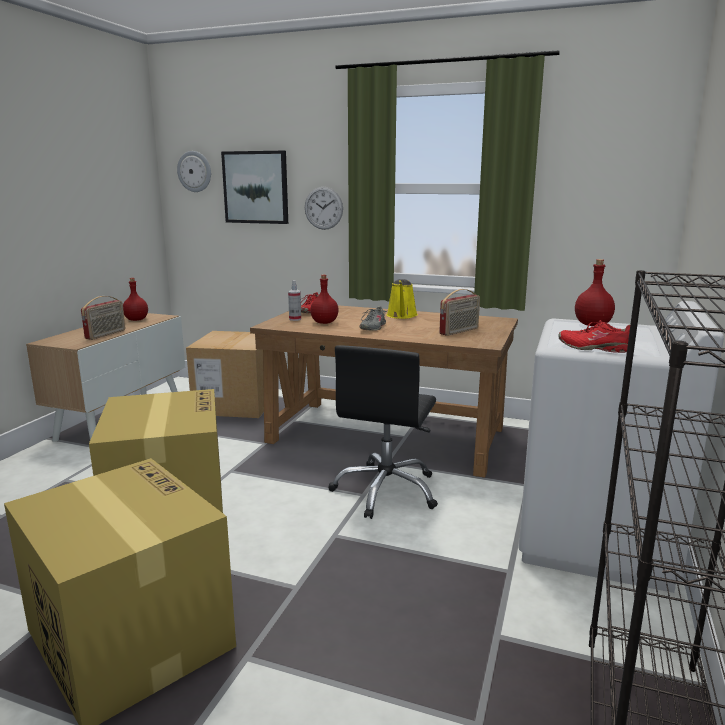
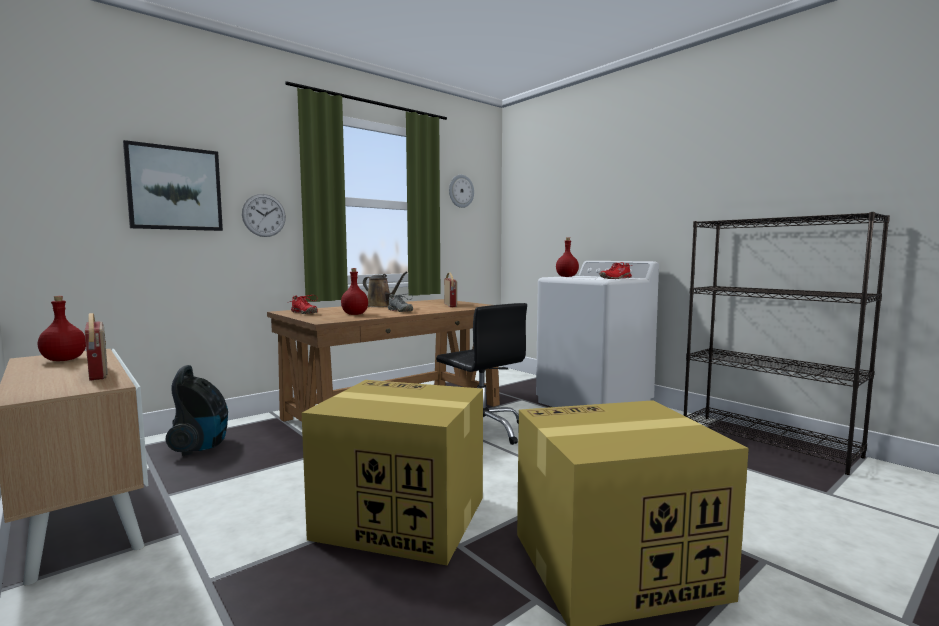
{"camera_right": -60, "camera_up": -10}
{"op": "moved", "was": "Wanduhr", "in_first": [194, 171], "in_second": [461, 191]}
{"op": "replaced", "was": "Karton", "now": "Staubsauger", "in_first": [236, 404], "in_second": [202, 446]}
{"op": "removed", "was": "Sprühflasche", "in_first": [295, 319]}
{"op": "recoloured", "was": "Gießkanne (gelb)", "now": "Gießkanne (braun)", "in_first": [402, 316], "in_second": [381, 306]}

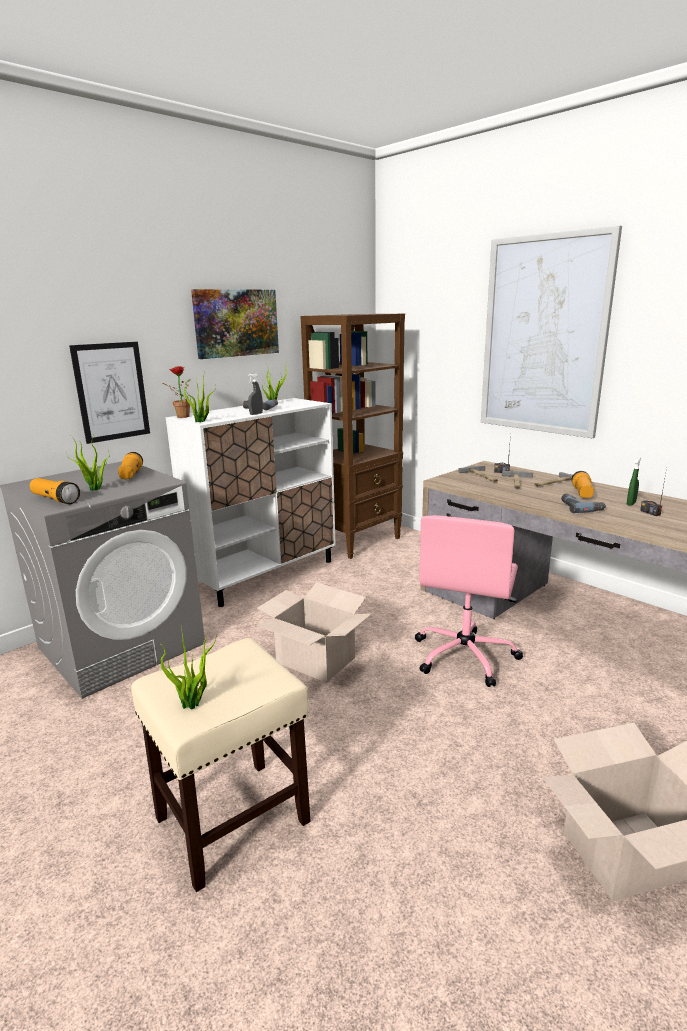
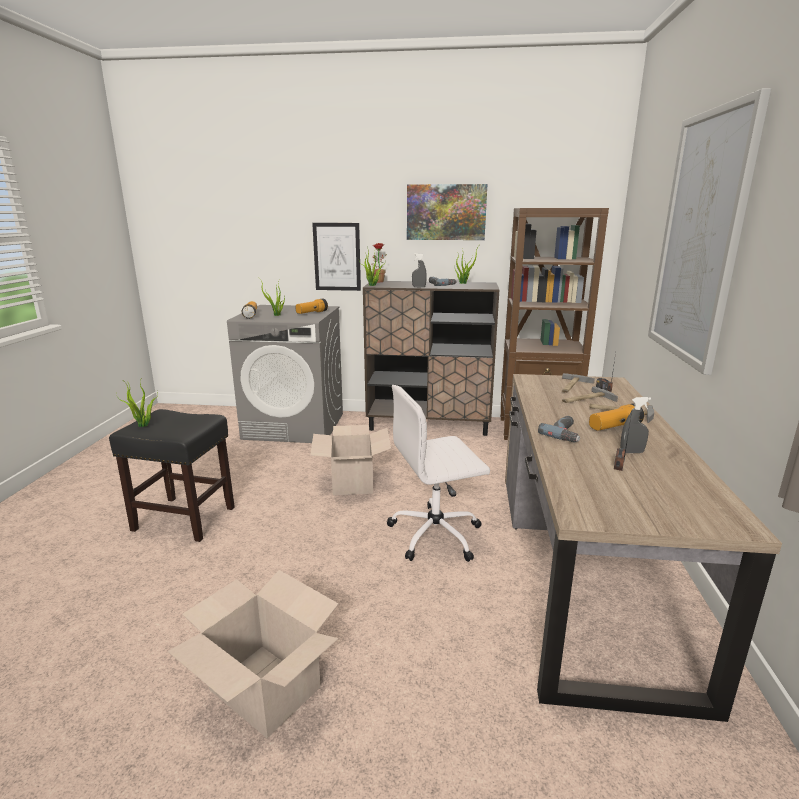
{"camera_right": 50, "camera_up": 0}
{"op": "recoloured", "was": "Hocker (beige)", "now": "Hocker (schwarz)", "in_first": [234, 819], "in_second": [185, 518]}
{"op": "recoloured", "was": "Schrank (weiß)", "now": "Schrank (braun)", "in_first": [265, 574], "in_second": [429, 424]}
{"op": "recoloured", "was": "Bürostuhl (rosa)", "now": "Bürostuhl (weiß)", "in_first": [465, 656], "in_second": [437, 534]}
{"op": "recoloured", "was": "Sprühflasche (grün)", "now": "Sprühflasche (grau)", "in_first": [631, 503], "in_second": [632, 452]}

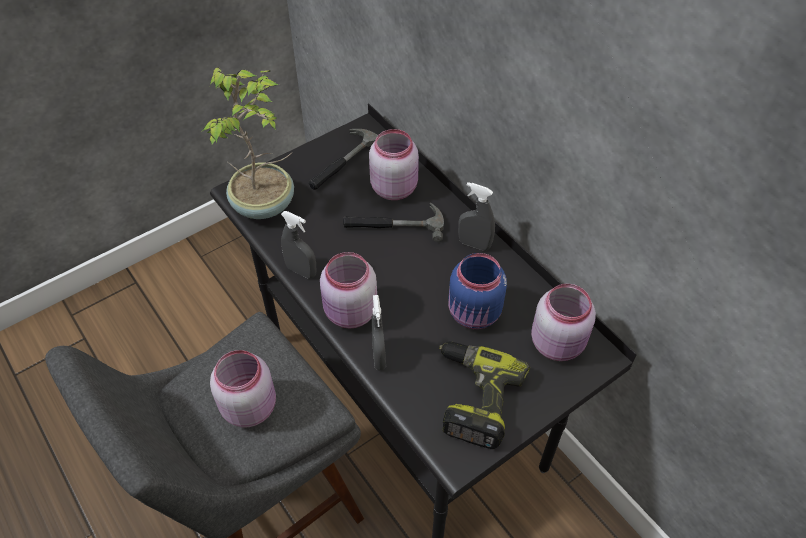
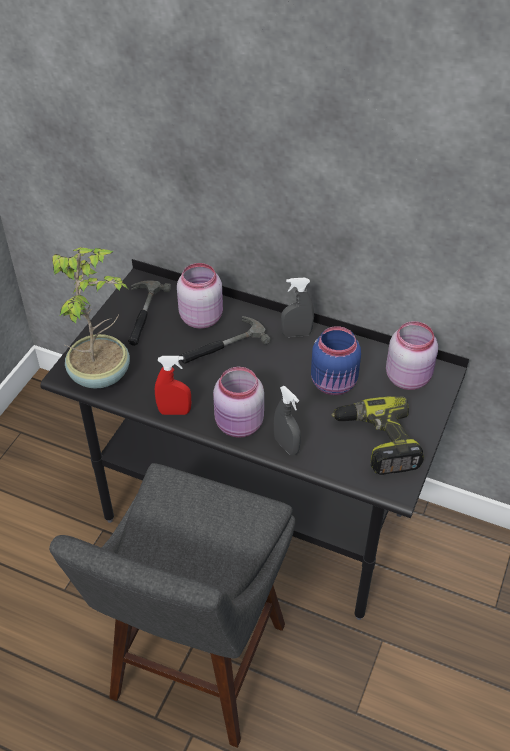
{"camera_right": -30, "camera_up": -5}
{"op": "removed", "was": "Vorratsglas (rosa)", "in_first": [250, 405]}
{"op": "recoloured", "was": "Sprühflasche (grau)", "now": "Sprühflasche (rot)", "in_first": [301, 271], "in_second": [174, 411]}

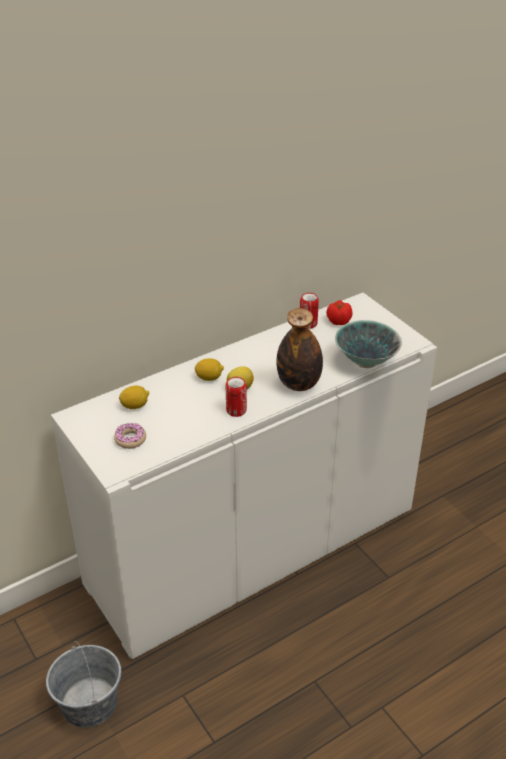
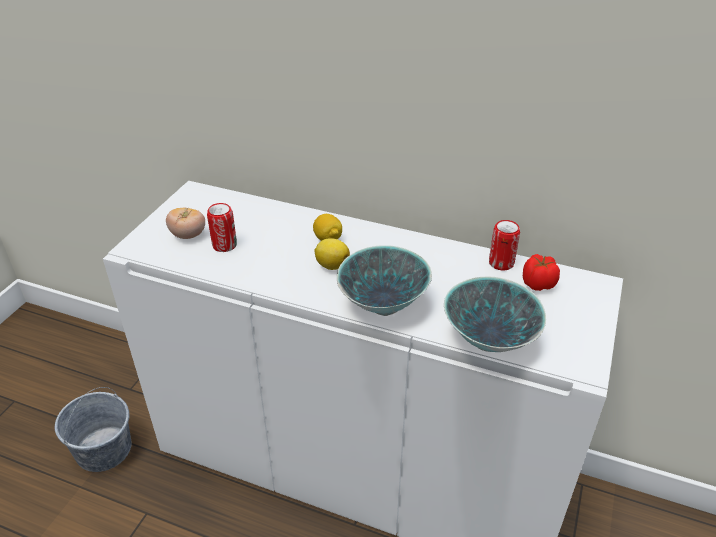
{"camera_right": 55, "camera_up": 0}
{"op": "replaced", "was": "Donut", "now": "Tomate", "in_first": [130, 439], "in_second": [188, 235]}
{"op": "removed", "was": "Zitrone", "in_first": [135, 405]}
{"op": "moved", "was": "Dose", "in_first": [236, 410], "in_second": [224, 245]}
{"op": "replaced", "was": "Flasche", "now": "Schüssel", "in_first": [298, 384], "in_second": [384, 304]}

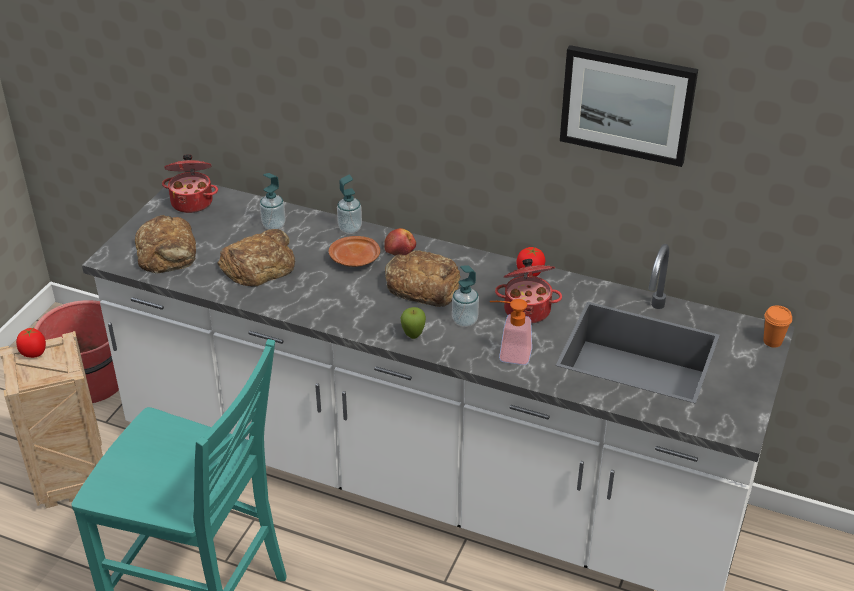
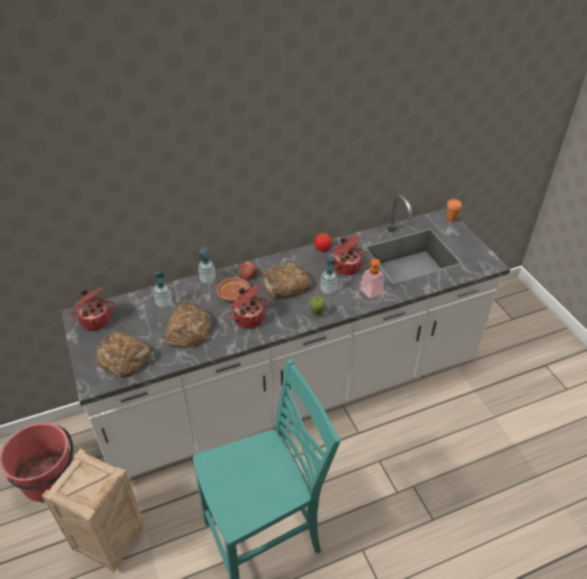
{"camera_right": -45, "camera_up": 5}
{"op": "removed", "was": "Tomate", "in_first": [34, 353]}
{"op": "removed", "was": "Bild", "in_first": [627, 104]}
{"op": "added", "now": "Kochtopf", "in_second": [248, 317]}

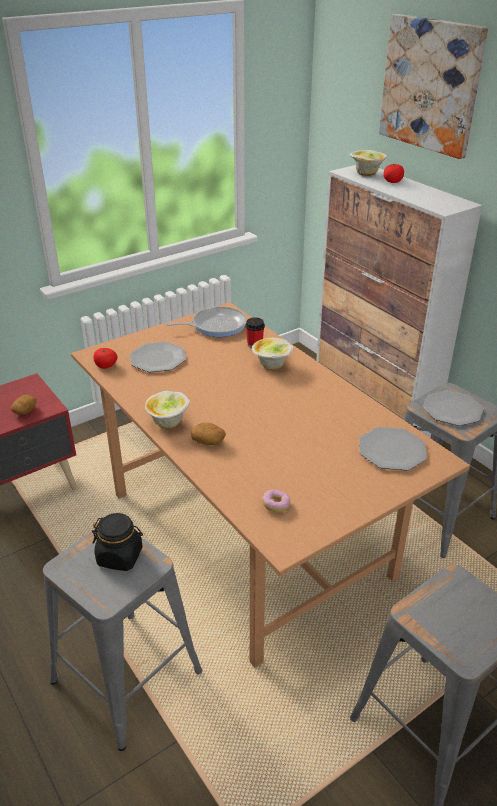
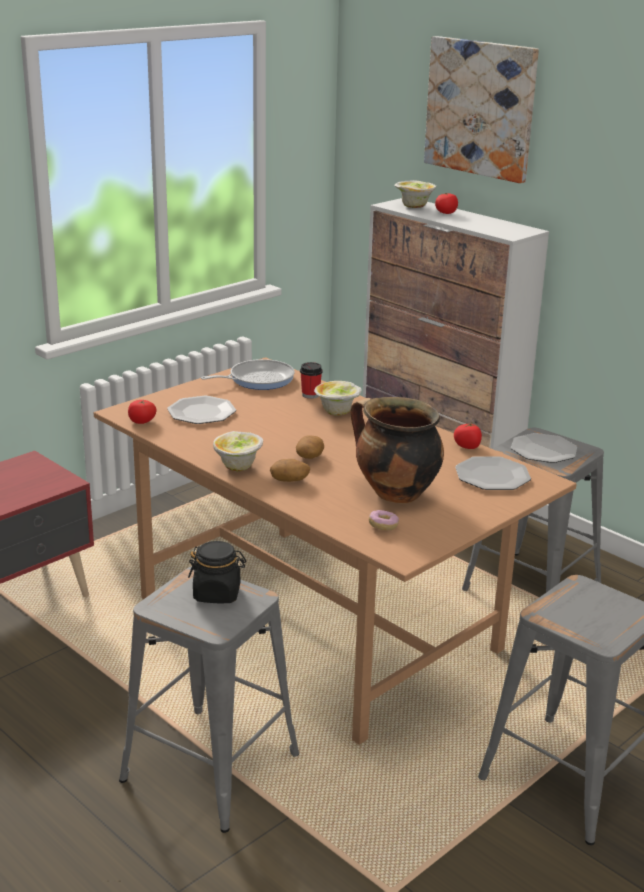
{"camera_right": -10, "camera_up": -10}
{"op": "moved", "was": "Kartoffel", "in_first": [25, 411], "in_second": [309, 456]}
{"op": "added", "now": "Kochtopf", "in_second": [394, 493]}
{"op": "added", "now": "Tomate", "in_second": [467, 446]}

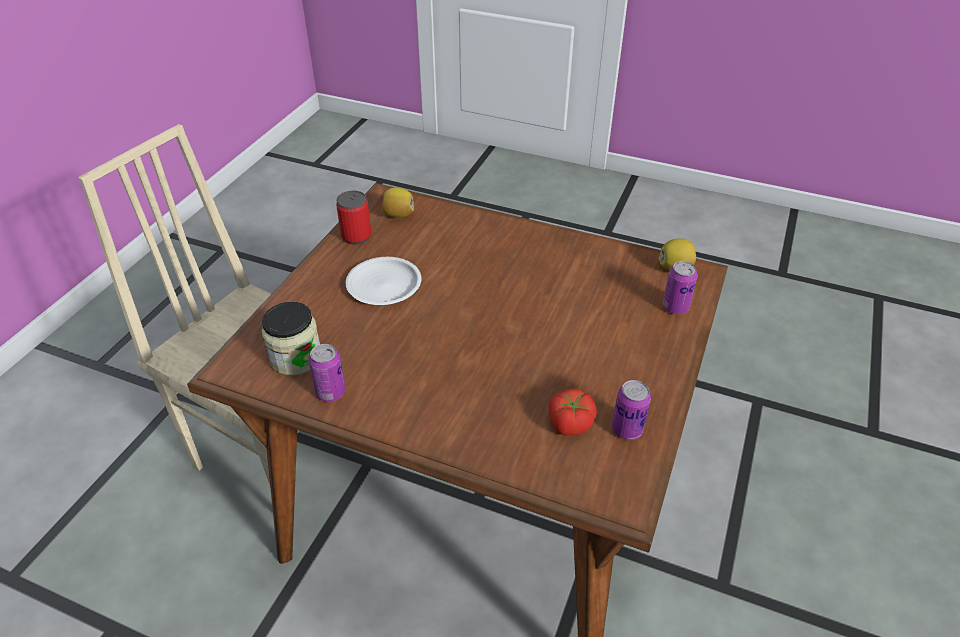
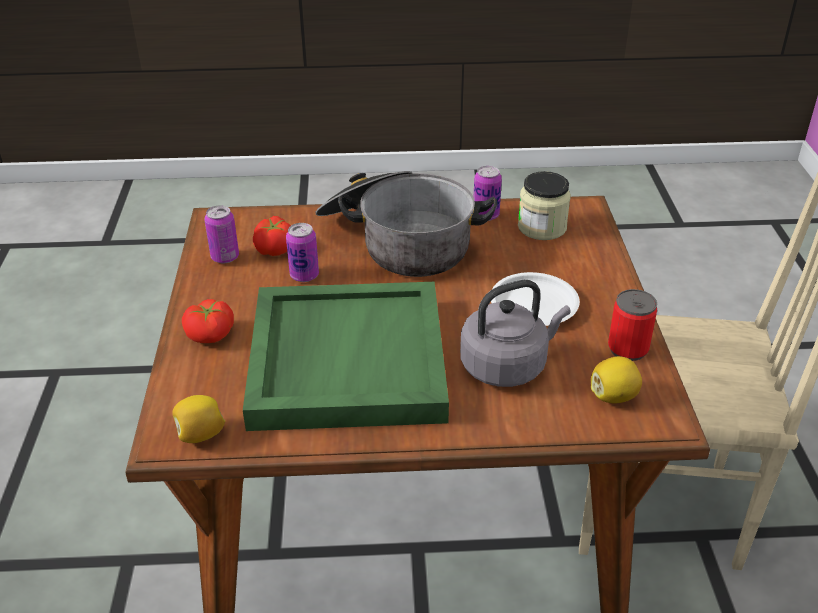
{"camera_right": 155, "camera_up": -5}
{"op": "moved", "was": "Dose", "in_first": [675, 307], "in_second": [304, 275]}
{"op": "added", "now": "Tomate", "in_second": [211, 335]}
{"op": "added", "now": "Tablett (grün)", "in_second": [345, 359]}
{"op": "added", "now": "Kochtopf", "in_second": [398, 242]}
{"op": "added", "now": "Wasserkessel (grau)", "in_second": [507, 366]}

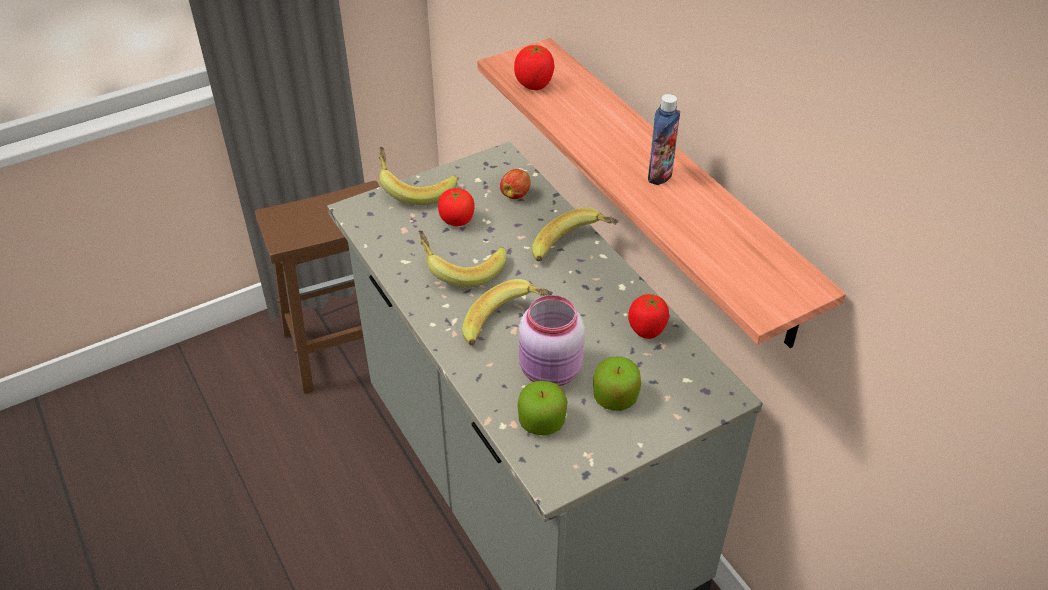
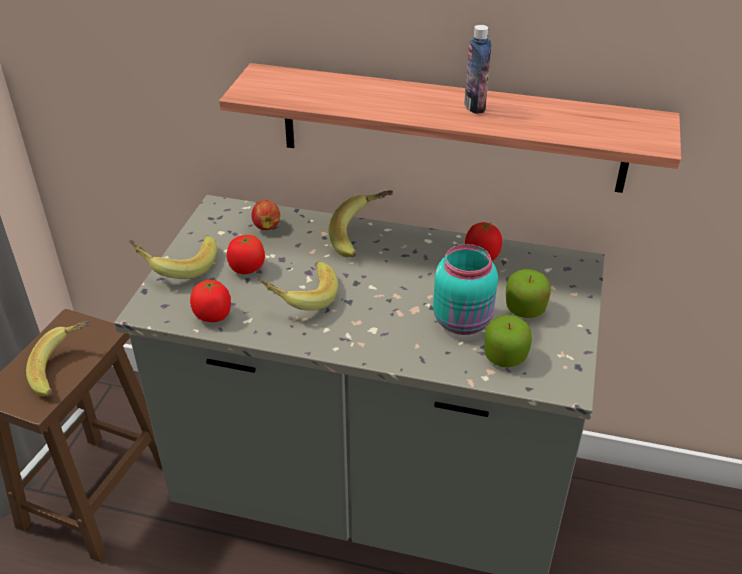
{"camera_right": -45, "camera_up": -5}
{"op": "moved", "was": "Banane", "in_first": [507, 326], "in_second": [65, 370]}
{"op": "moved", "was": "Tomate", "in_first": [534, 84], "in_second": [213, 316]}
{"op": "recoloured", "was": "Vorratsglas (rosa)", "now": "Vorratsglas (türkis)", "in_first": [551, 372], "in_second": [464, 321]}

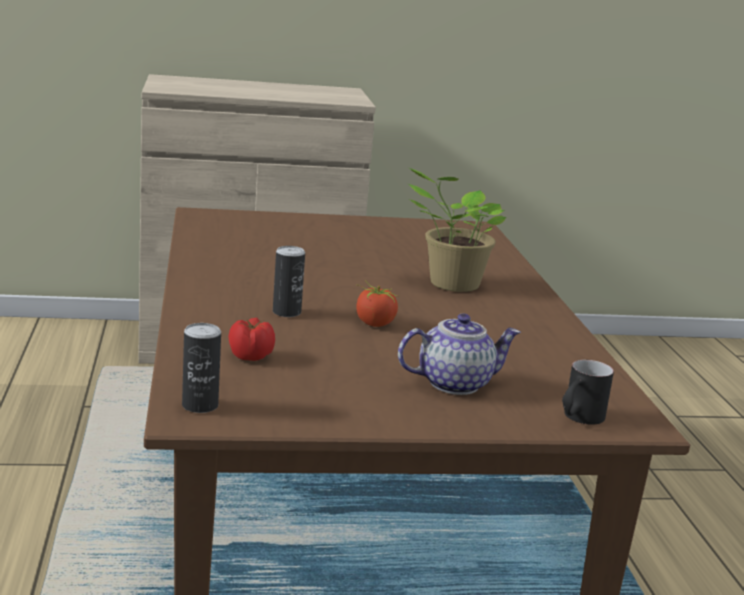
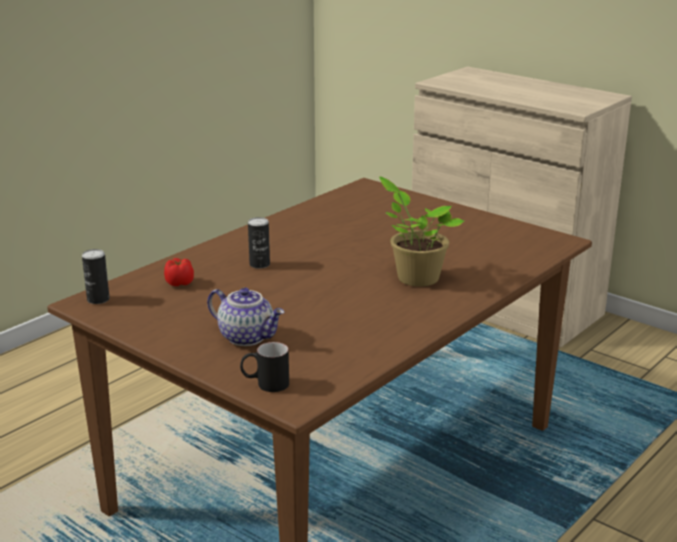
{"camera_right": 50, "camera_up": 5}
{"op": "removed", "was": "Tomate", "in_first": [374, 324]}

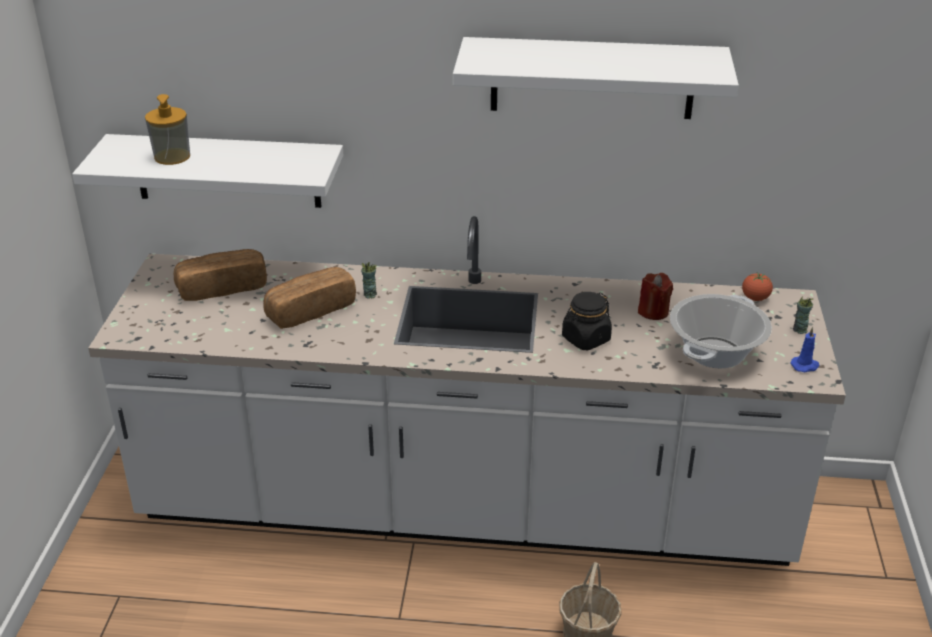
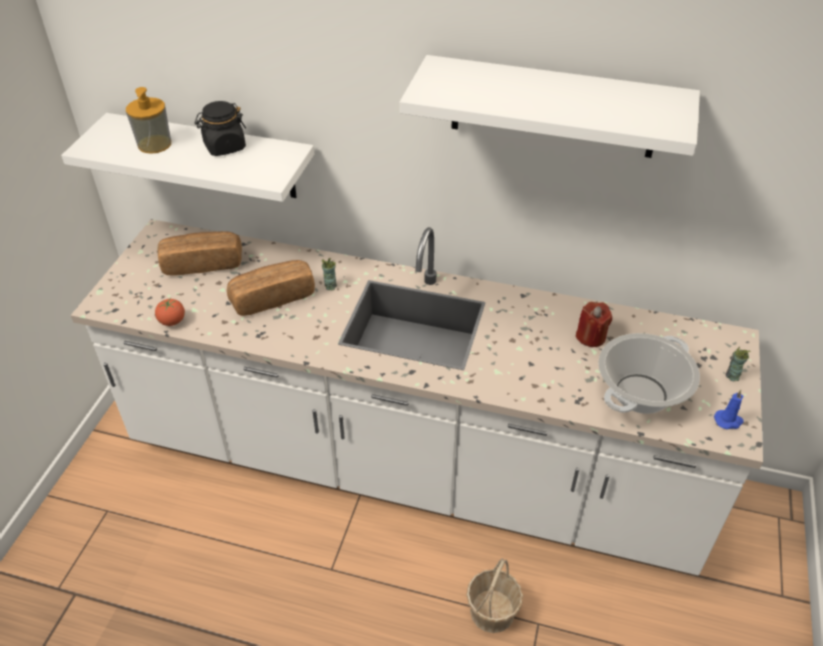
{"camera_right": 10, "camera_up": 10}
{"op": "moved", "was": "Vorratsglas (schwarz)", "in_first": [585, 339], "in_second": [224, 147]}
{"op": "moved", "was": "Tomate", "in_first": [755, 298], "in_second": [172, 321]}

